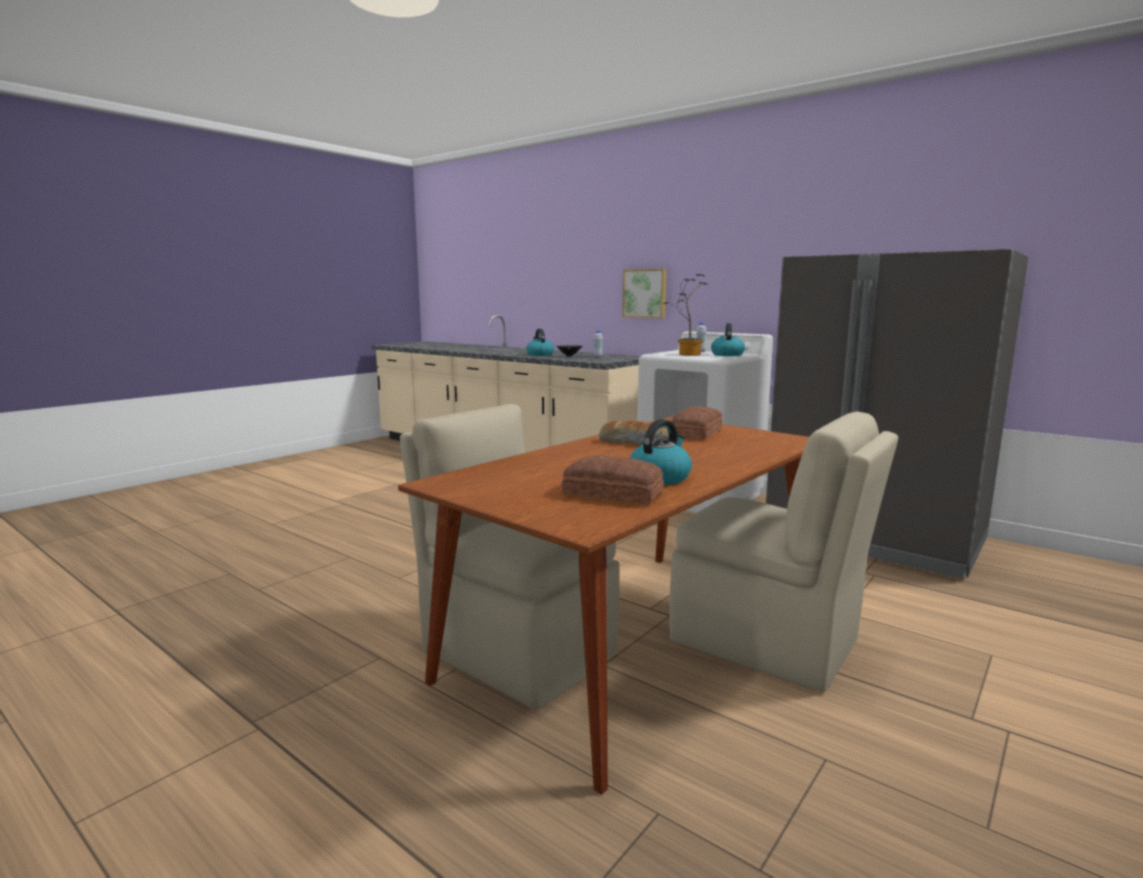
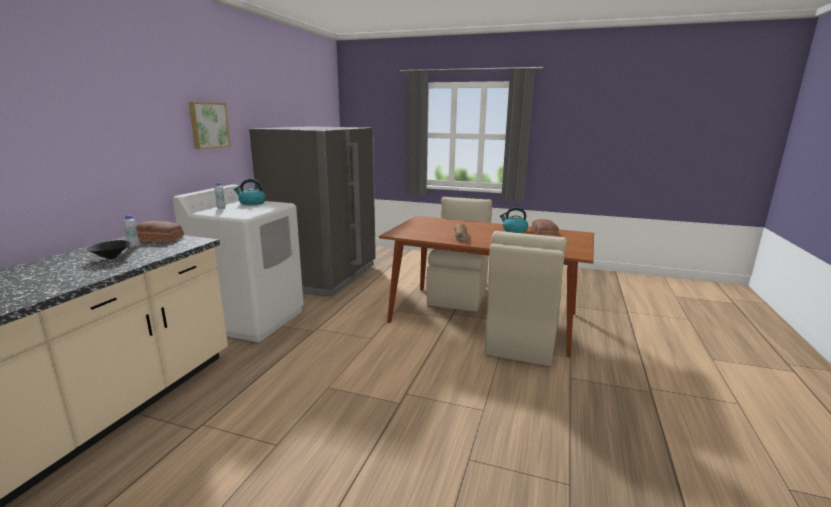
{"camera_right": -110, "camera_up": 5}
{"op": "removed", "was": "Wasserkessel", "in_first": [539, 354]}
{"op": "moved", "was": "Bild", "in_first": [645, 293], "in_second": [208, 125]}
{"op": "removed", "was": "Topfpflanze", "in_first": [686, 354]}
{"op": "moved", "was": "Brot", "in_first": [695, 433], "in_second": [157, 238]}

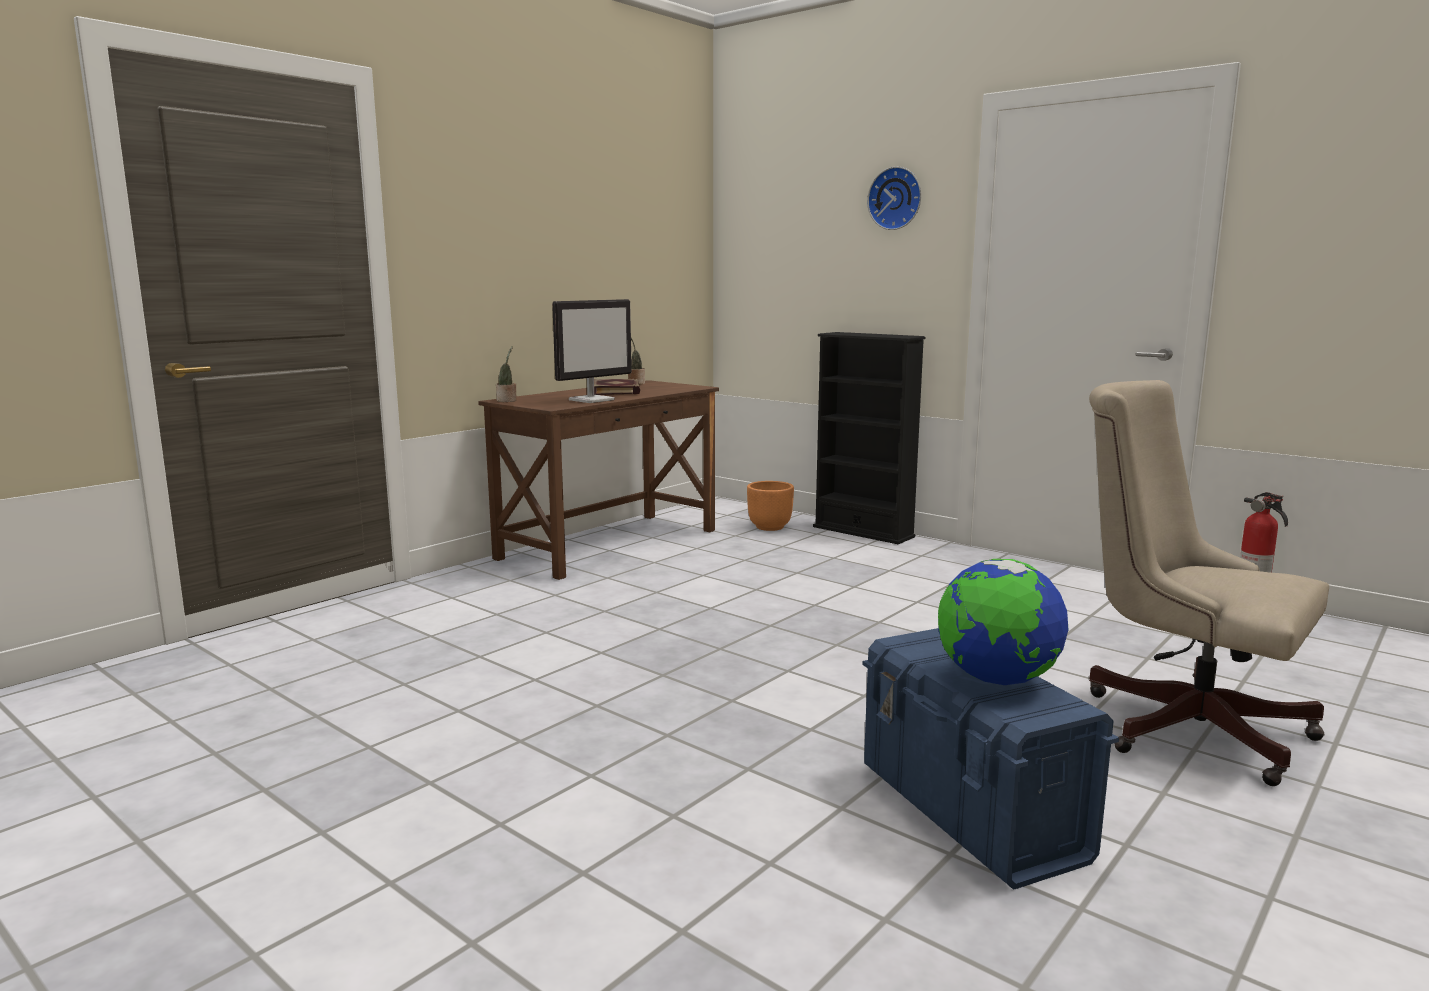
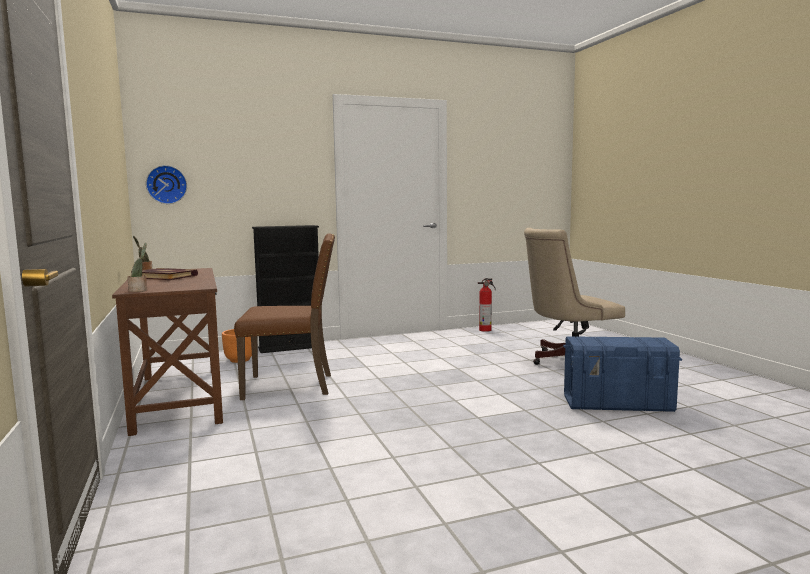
{"camera_right": -60, "camera_up": -5}
{"op": "removed", "was": "Monitor", "in_first": [592, 400]}
{"op": "moved", "was": "Wanduhr", "in_first": [896, 198], "in_second": [166, 184]}
{"op": "removed", "was": "Globus", "in_first": [996, 680]}
{"op": "added", "now": "Stuhl (braun)", "in_second": [291, 386]}

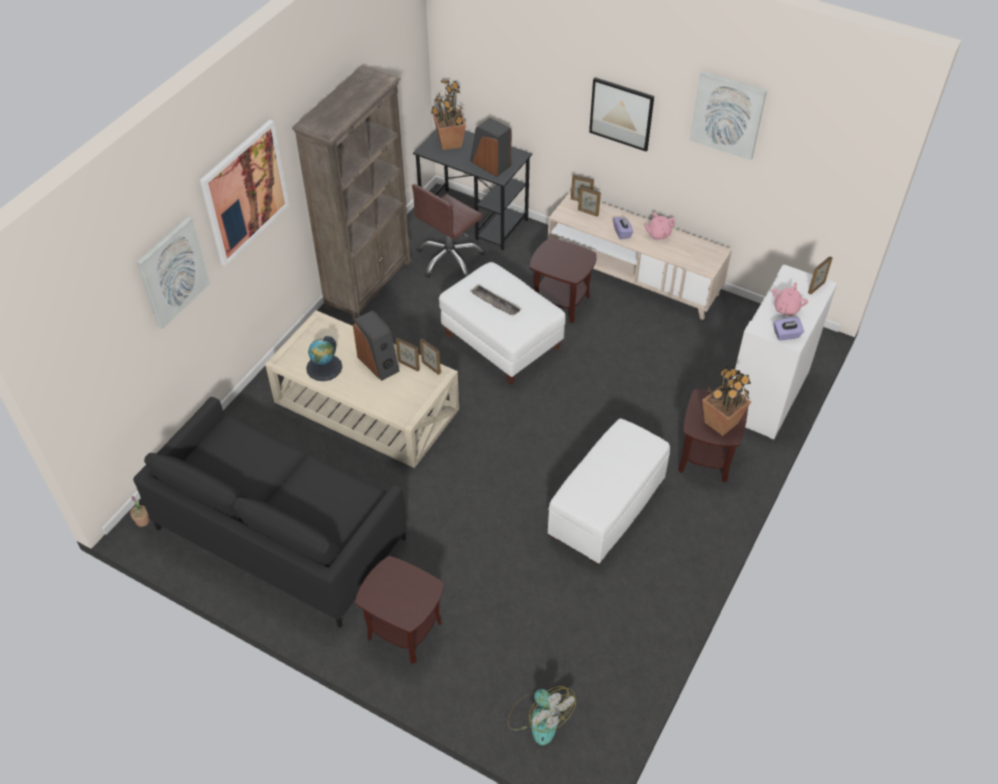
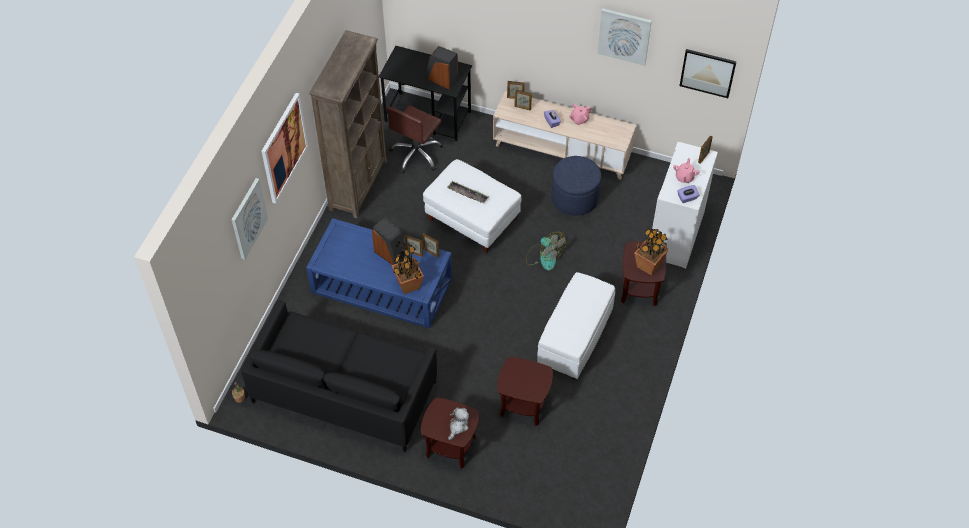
{"camera_right": -10, "camera_up": 5}
{"op": "recoloured", "was": "Couchtisch (beige)", "now": "Couchtisch (blau)", "in_first": [365, 406], "in_second": [381, 286]}
{"op": "removed", "was": "Globus", "in_first": [324, 367]}
{"op": "moved", "was": "Topfpflanze", "in_first": [449, 143], "in_second": [408, 285]}
{"op": "moved", "was": "Ventilator", "in_first": [539, 718], "in_second": [544, 257]}
{"op": "moved", "was": "Beistelltisch (braun)", "in_first": [560, 303], "in_second": [523, 405]}
{"op": "moved", "was": "Bild", "in_first": [621, 113], "in_second": [707, 73]}
{"op": "added", "now": "Plüschtier", "in_second": [458, 426]}
{"op": "added", "now": "Polsterhocker (blau)", "in_second": [574, 198]}

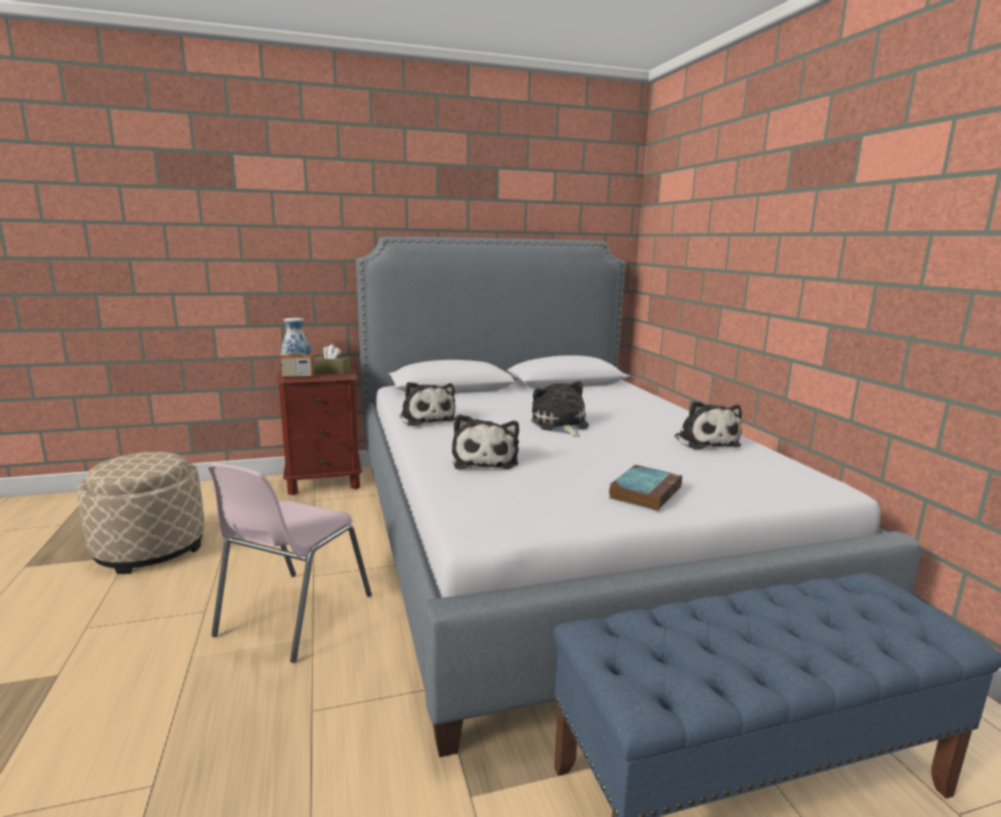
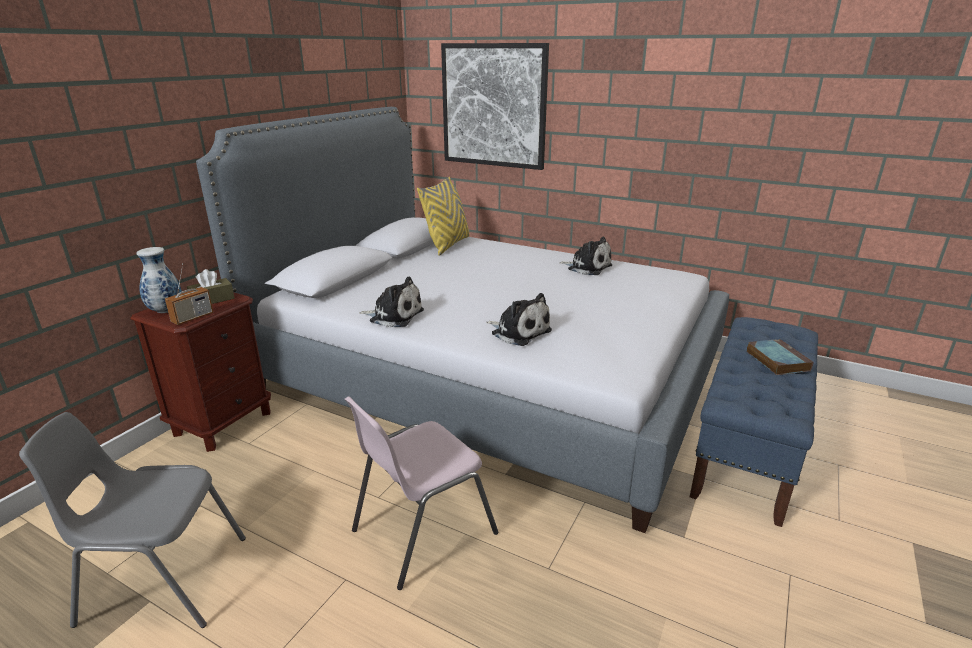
{"camera_right": -45, "camera_up": 10}
{"op": "replaced", "was": "Polsterhocker (beige)", "now": "Stuhl (grau)", "in_first": [150, 548], "in_second": [162, 580]}
{"op": "turned", "was": "Stuhl (rosa)", "in_first": [292, 615], "in_second": [421, 531], "clockwise": 75}
{"op": "removed", "was": "Plüschtier", "in_first": [560, 425]}
{"op": "moved", "was": "Buch", "in_first": [645, 492], "in_second": [776, 360]}
{"op": "added", "now": "Kissen (gelb)", "in_second": [447, 245]}
{"op": "added", "now": "Bild", "in_second": [494, 106]}

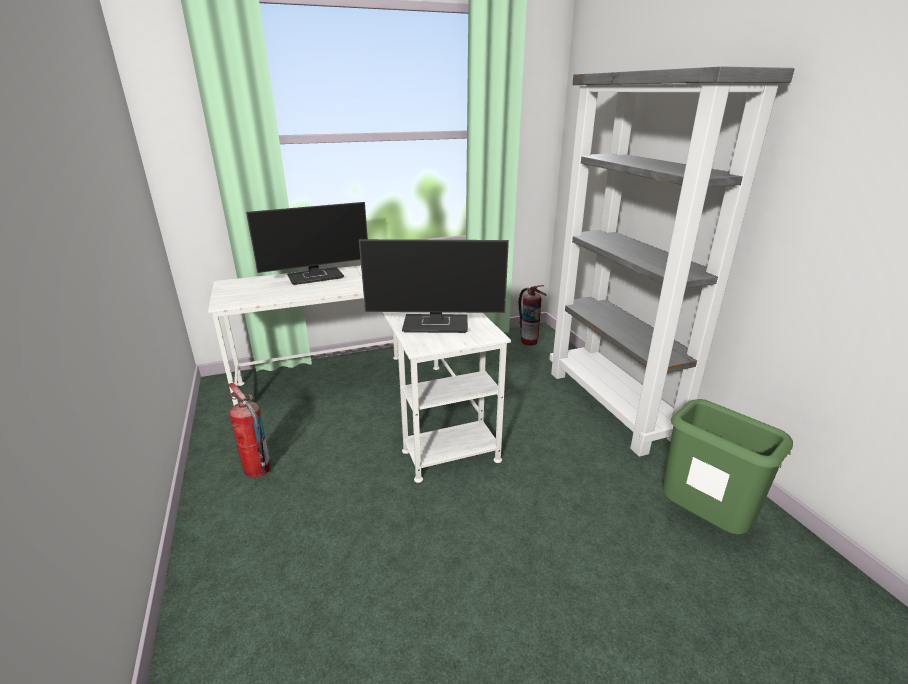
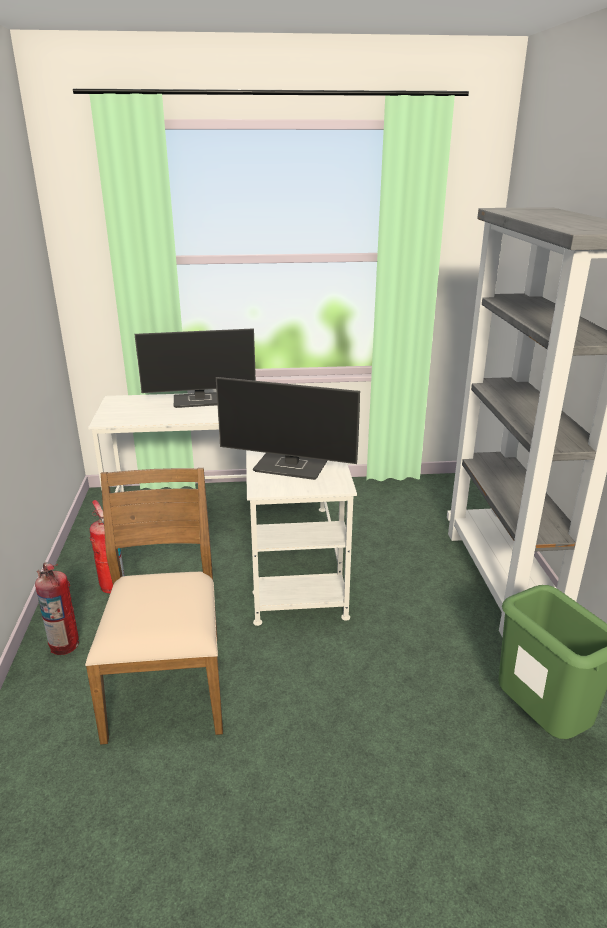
{"camera_right": 15, "camera_up": 0}
{"op": "moved", "was": "Feuerlöscher", "in_first": [529, 341], "in_second": [65, 644]}
{"op": "added", "now": "Stuhl (braun)", "in_second": [168, 684]}

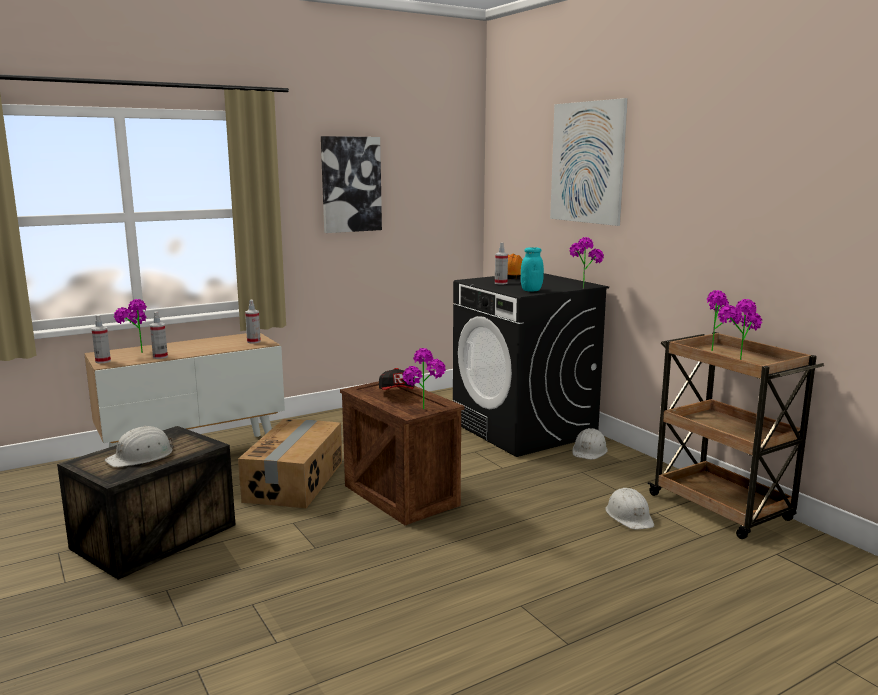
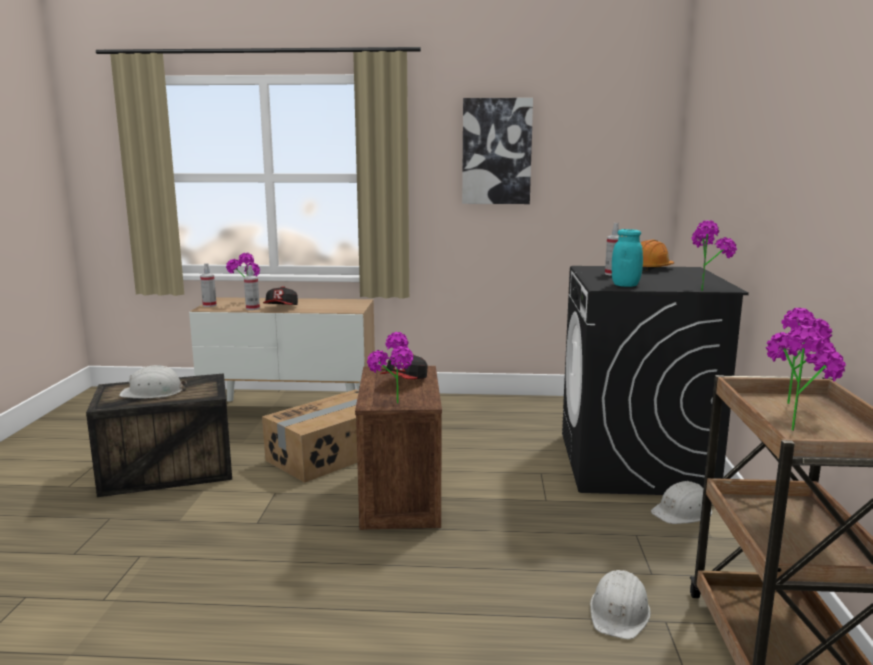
{"camera_right": 35, "camera_up": 0}
{"op": "removed", "was": "Sprühflasche", "in_first": [253, 341]}
{"op": "removed", "was": "Bild", "in_first": [587, 162]}
{"op": "added", "now": "Kappe", "in_second": [281, 308]}

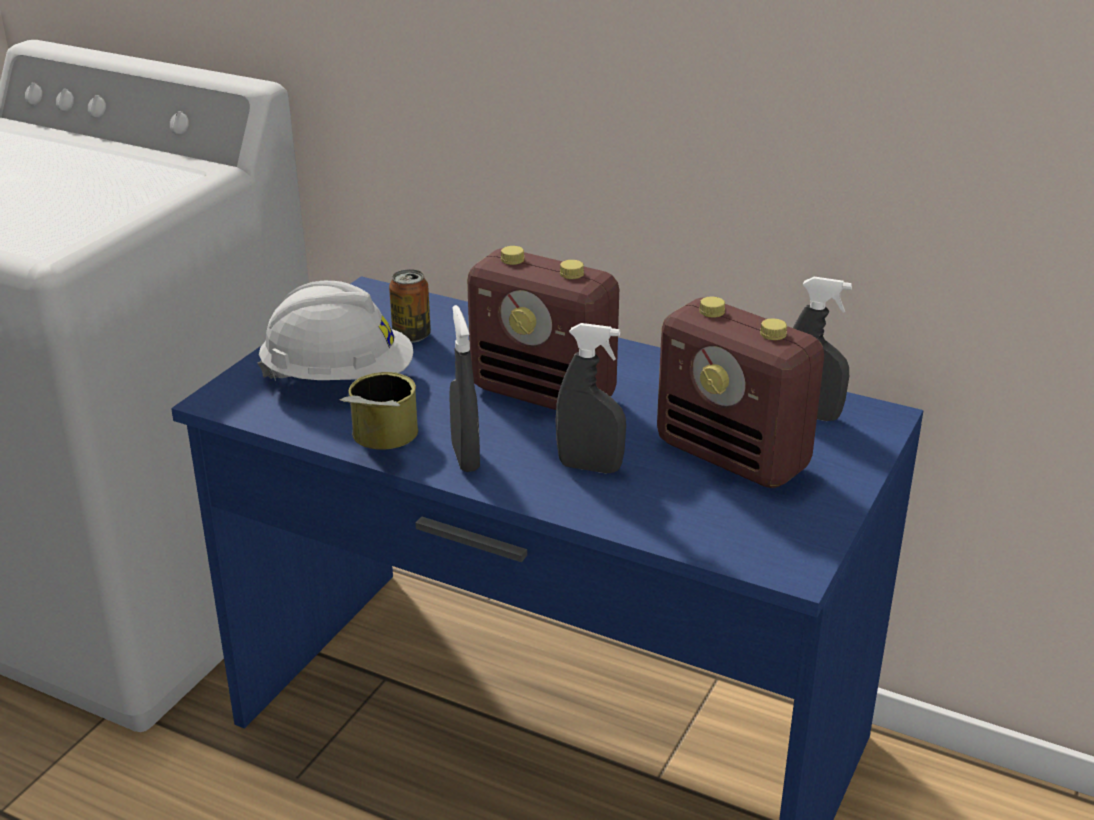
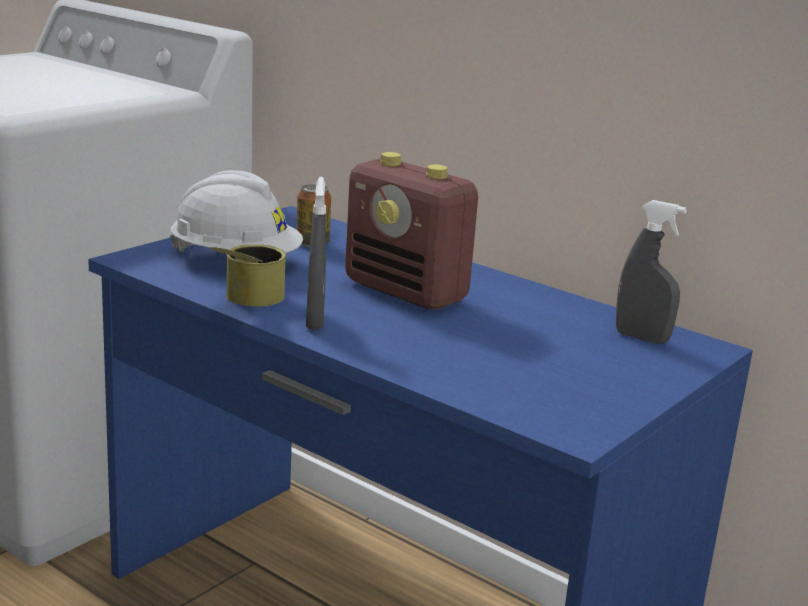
{"camera_right": 10, "camera_up": -10}
{"op": "removed", "was": "Sprühflasche (grau)", "in_first": [589, 467]}
{"op": "removed", "was": "Radio", "in_first": [734, 457]}

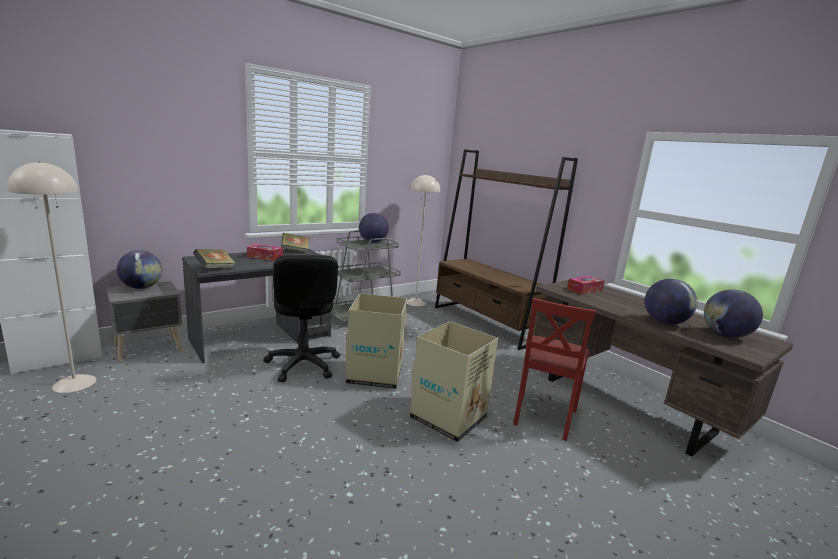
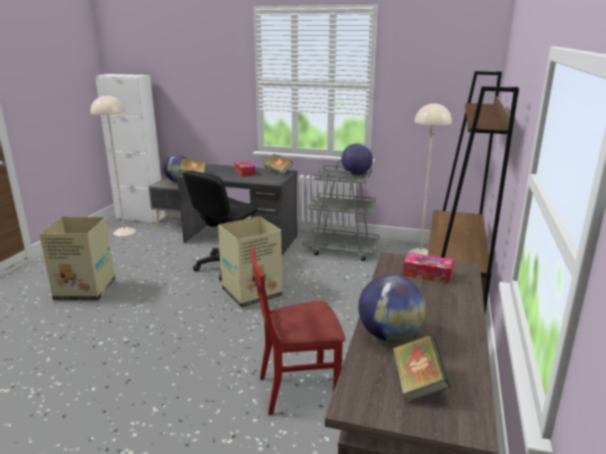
{"camera_right": 55, "camera_up": 5}
{"op": "moved", "was": "Karton", "in_first": [449, 417], "in_second": [86, 290]}
{"op": "replaced", "was": "Globus", "now": "Buch", "in_first": [725, 335], "in_second": [418, 383]}

